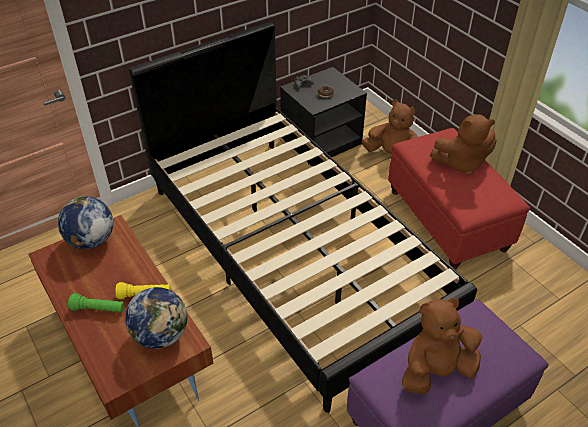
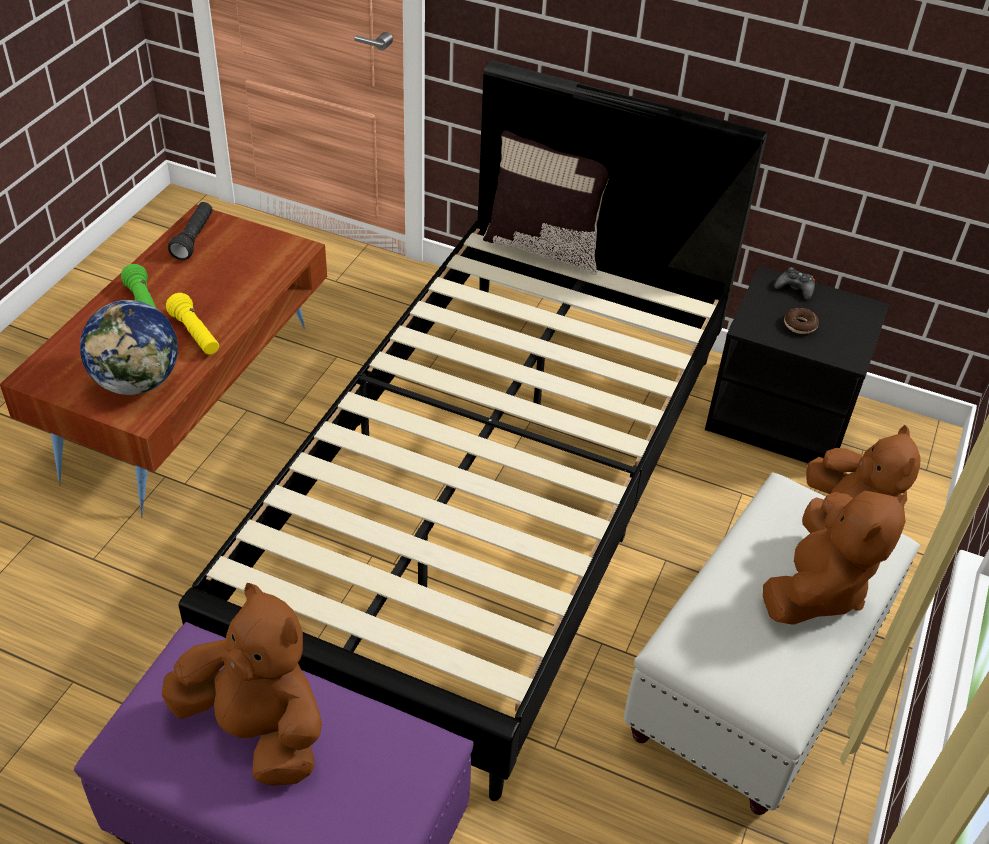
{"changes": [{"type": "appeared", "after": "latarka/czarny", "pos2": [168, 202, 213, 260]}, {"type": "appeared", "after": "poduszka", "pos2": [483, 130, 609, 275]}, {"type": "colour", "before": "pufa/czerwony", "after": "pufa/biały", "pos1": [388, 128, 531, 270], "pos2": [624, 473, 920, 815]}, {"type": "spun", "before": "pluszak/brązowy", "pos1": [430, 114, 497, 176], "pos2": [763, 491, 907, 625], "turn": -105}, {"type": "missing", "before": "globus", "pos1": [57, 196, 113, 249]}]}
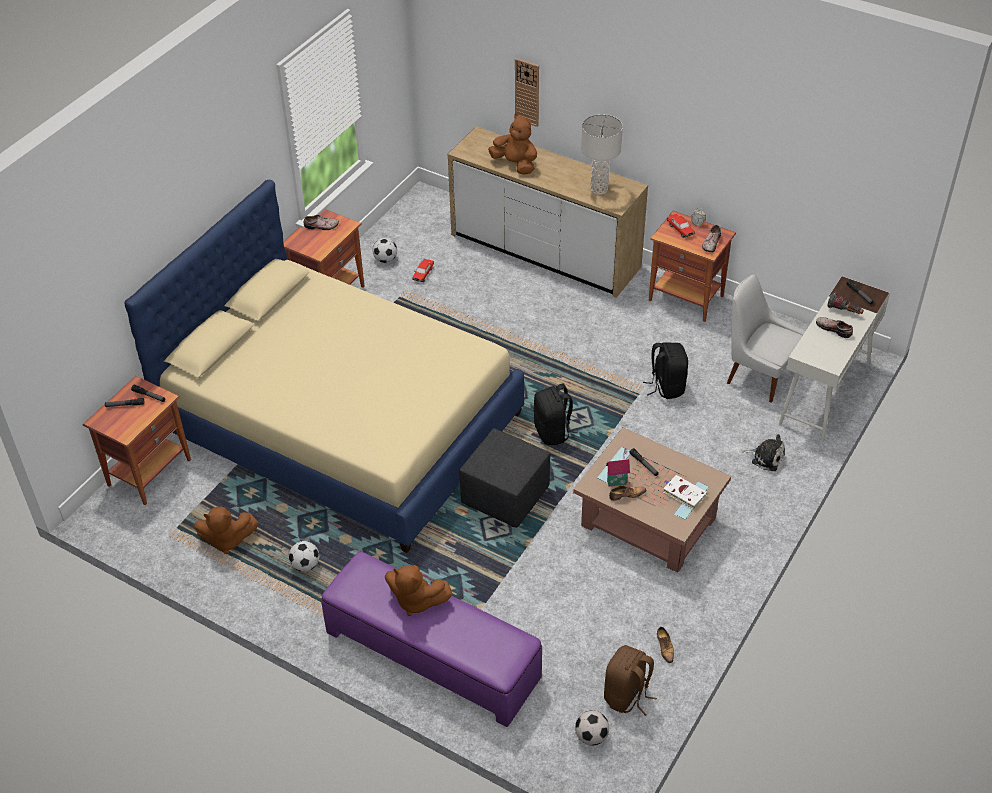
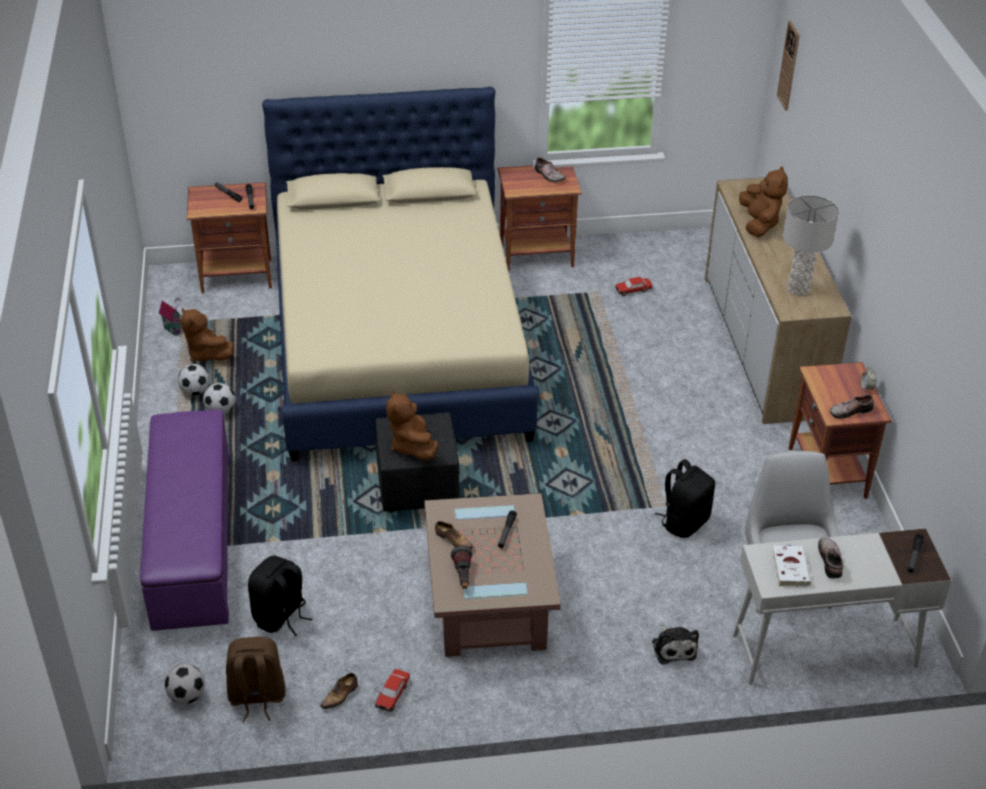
{"changes": [{"type": "relocated", "before": "domek", "pos1": [606, 448, 630, 486], "pos2": [159, 298, 182, 336]}, {"type": "relocated", "before": "piłka futbolowa", "pos1": [372, 238, 397, 263], "pos2": [178, 364, 210, 395]}, {"type": "relocated", "before": "plecak/czarny", "pos1": [533, 384, 578, 445], "pos2": [248, 556, 313, 636]}, {"type": "relocated", "before": "samochodzik", "pos1": [667, 214, 695, 238], "pos2": [375, 669, 410, 712]}, {"type": "relocated", "before": "pluszak/brązowy", "pos1": [385, 565, 452, 616], "pos2": [386, 390, 439, 460]}, {"type": "relocated", "before": "latarka", "pos1": [827, 292, 864, 314], "pos2": [450, 546, 473, 589]}, {"type": "relocated", "before": "książka/biały", "pos1": [663, 475, 707, 510], "pos2": [772, 545, 811, 587]}, {"type": "relocated", "before": "zegar ścienny", "pos1": [515, 58, 539, 127], "pos2": [777, 21, 800, 111]}]}
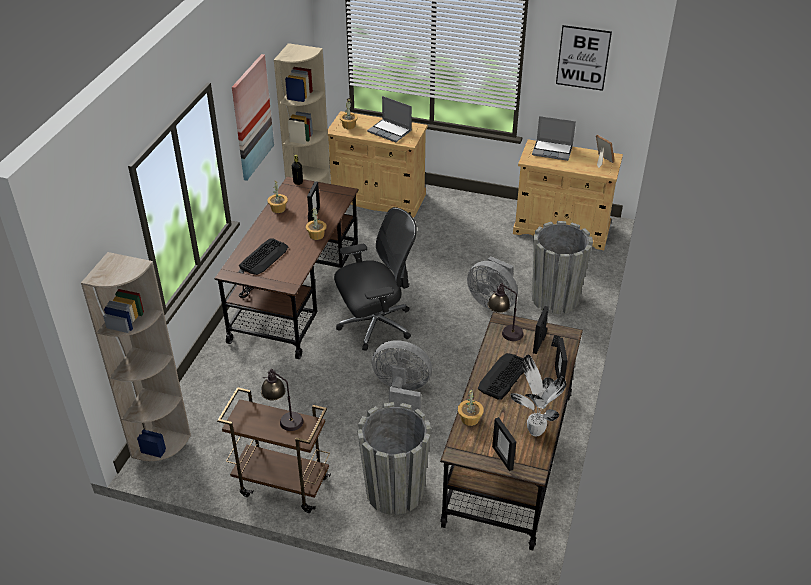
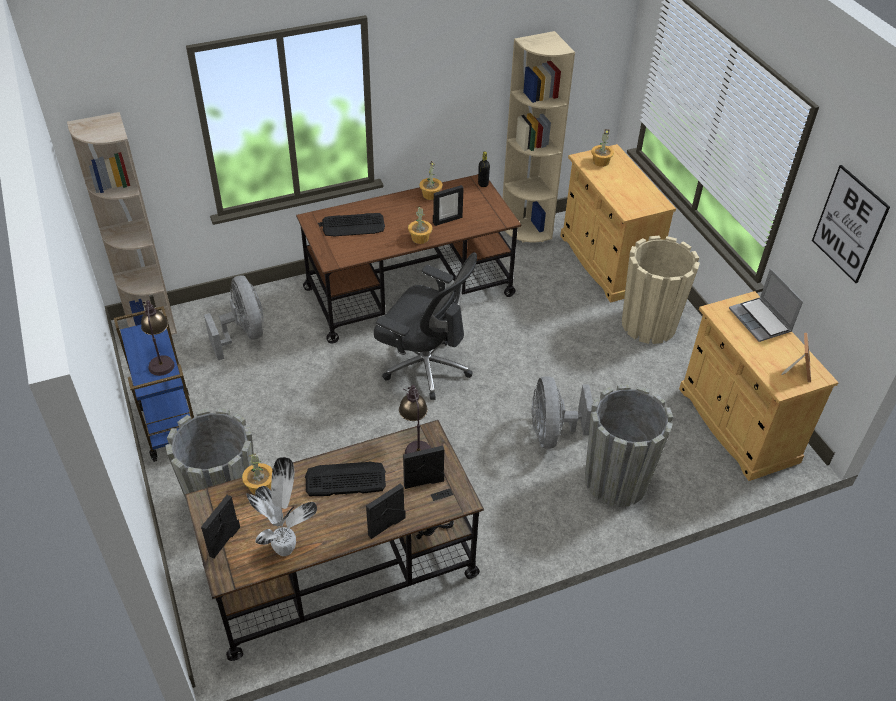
{"changes": [{"type": "colour", "before": "wózek/brązowy", "after": "wózek/niebieski", "pos1": [217, 387, 331, 513], "pos2": [114, 306, 194, 462]}, {"type": "relocated", "before": "wentylator/szary", "pos1": [372, 340, 432, 411], "pos2": [204, 276, 264, 360]}, {"type": "appeared", "after": "donica/beżowy", "pos2": [622, 236, 700, 344]}, {"type": "missing", "before": "obraz", "pos1": [232, 54, 274, 181]}, {"type": "missing", "before": "laptop", "pos1": [367, 96, 412, 142]}]}
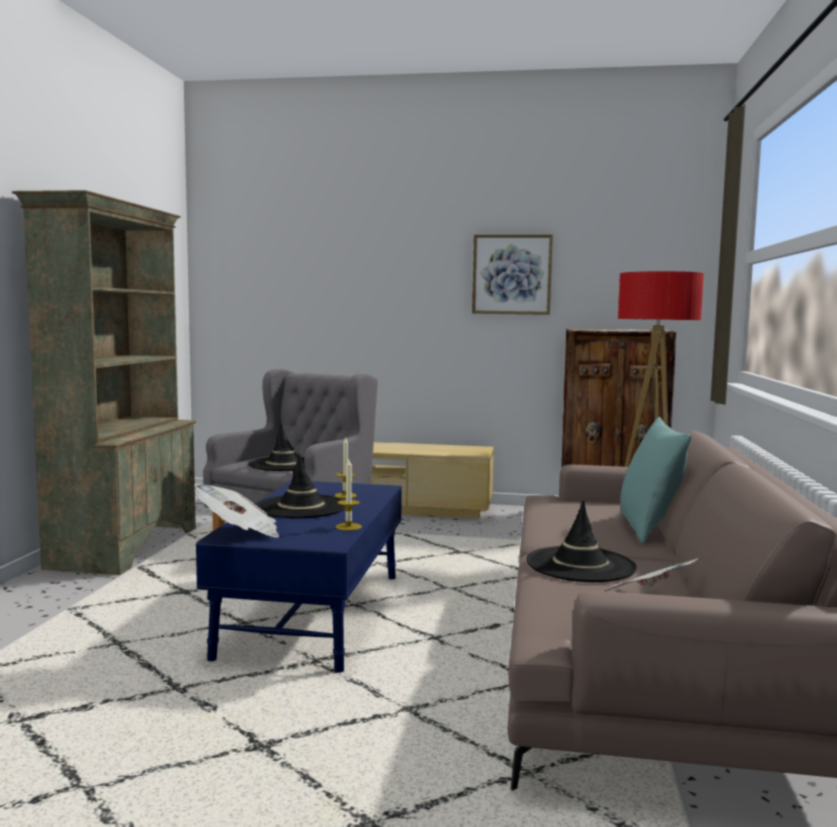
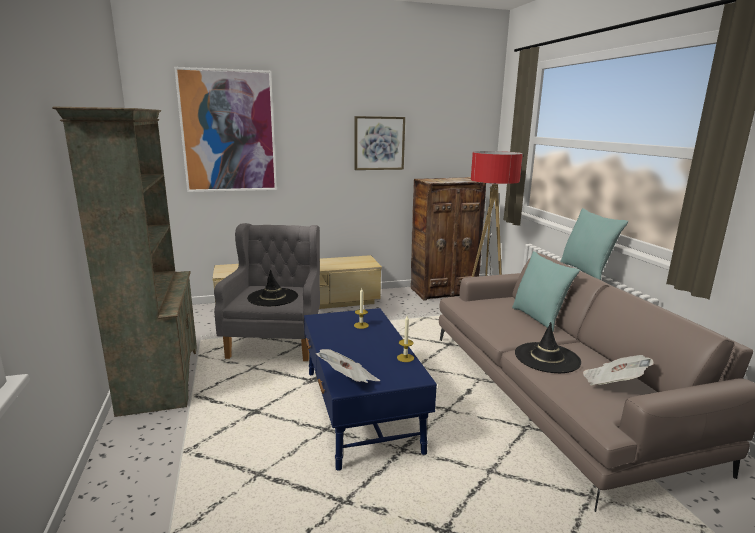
{"changes": [{"type": "appeared", "after": "obraz", "pos2": [174, 67, 277, 192]}, {"type": "appeared", "after": "poduszka/turkusowy", "pos2": [560, 208, 628, 280]}, {"type": "missing", "before": "kapelusz/czarny", "pos1": [256, 453, 345, 518]}]}
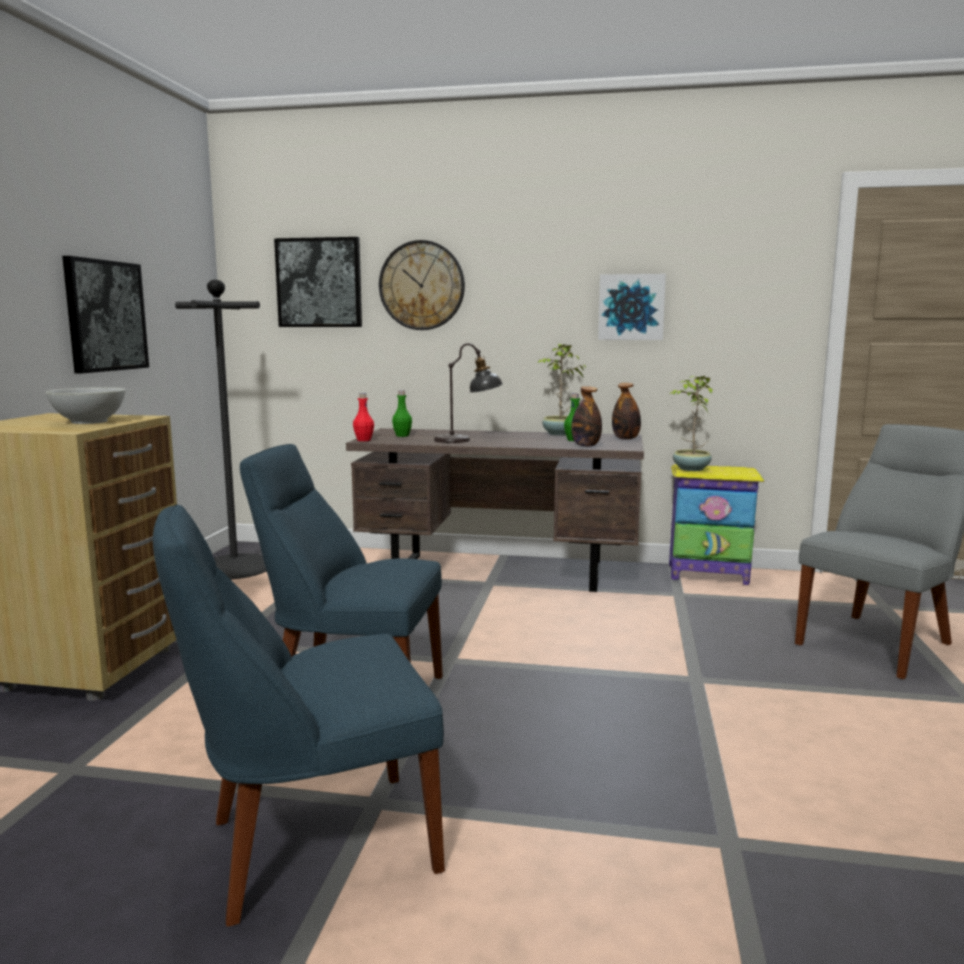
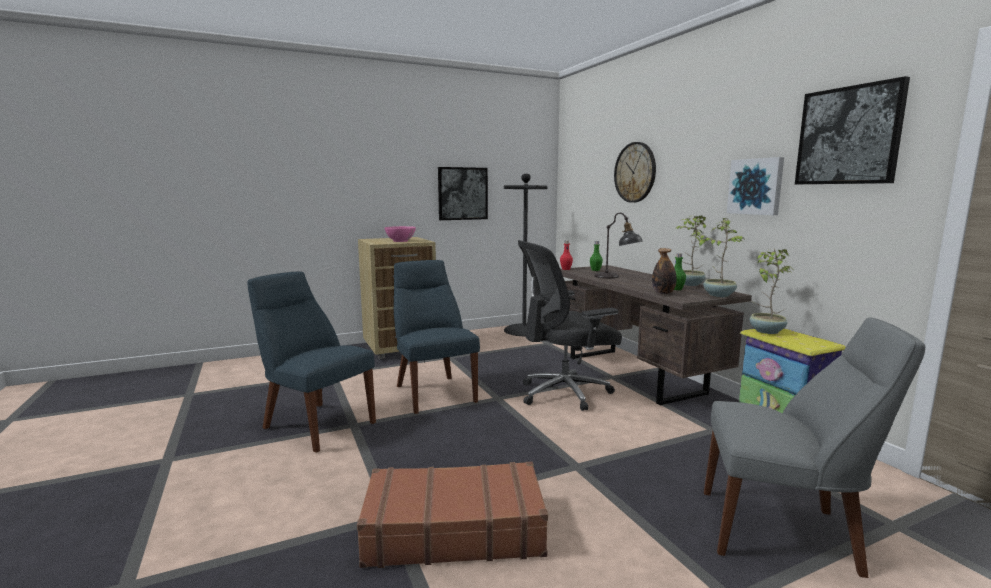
{"changes": [{"type": "appeared", "after": "walizka/brązowy", "pos2": [357, 461, 548, 568]}, {"type": "colour", "before": "miska/biały", "after": "miska/różowy", "pos1": [46, 387, 125, 424], "pos2": [384, 226, 416, 242]}, {"type": "appeared", "after": "krzesło biurowe", "pos2": [518, 240, 622, 411]}, {"type": "exchanged", "before": "butelka", "after": "roślina doniczkowa", "pos1": [612, 383, 641, 440], "pos2": [697, 218, 743, 297]}, {"type": "relocated", "before": "obraz", "pos1": [274, 237, 362, 327], "pos2": [795, 76, 910, 184]}]}
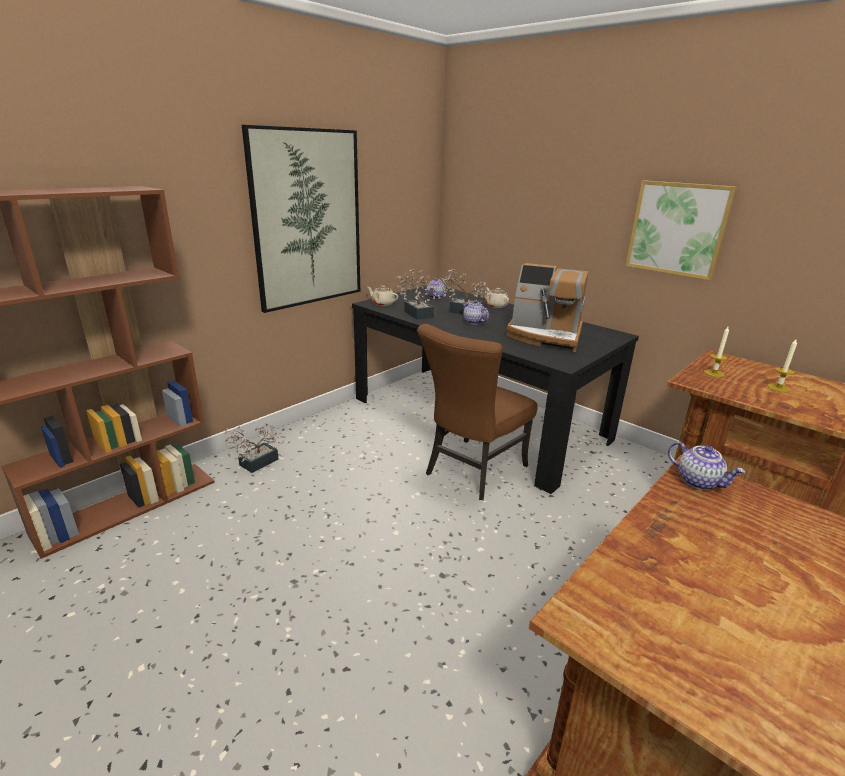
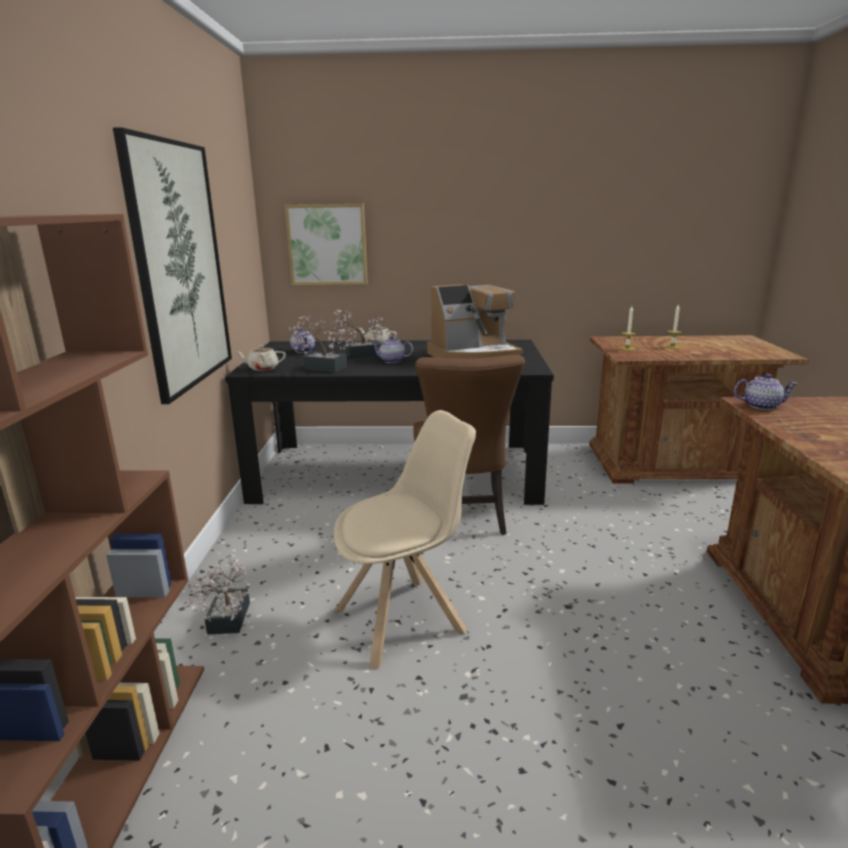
{"changes": [{"type": "relocated", "before": "obraz", "pos1": [625, 180, 737, 280], "pos2": [285, 204, 368, 285]}, {"type": "appeared", "after": "krzesło/beżowy", "pos2": [334, 410, 476, 669]}]}
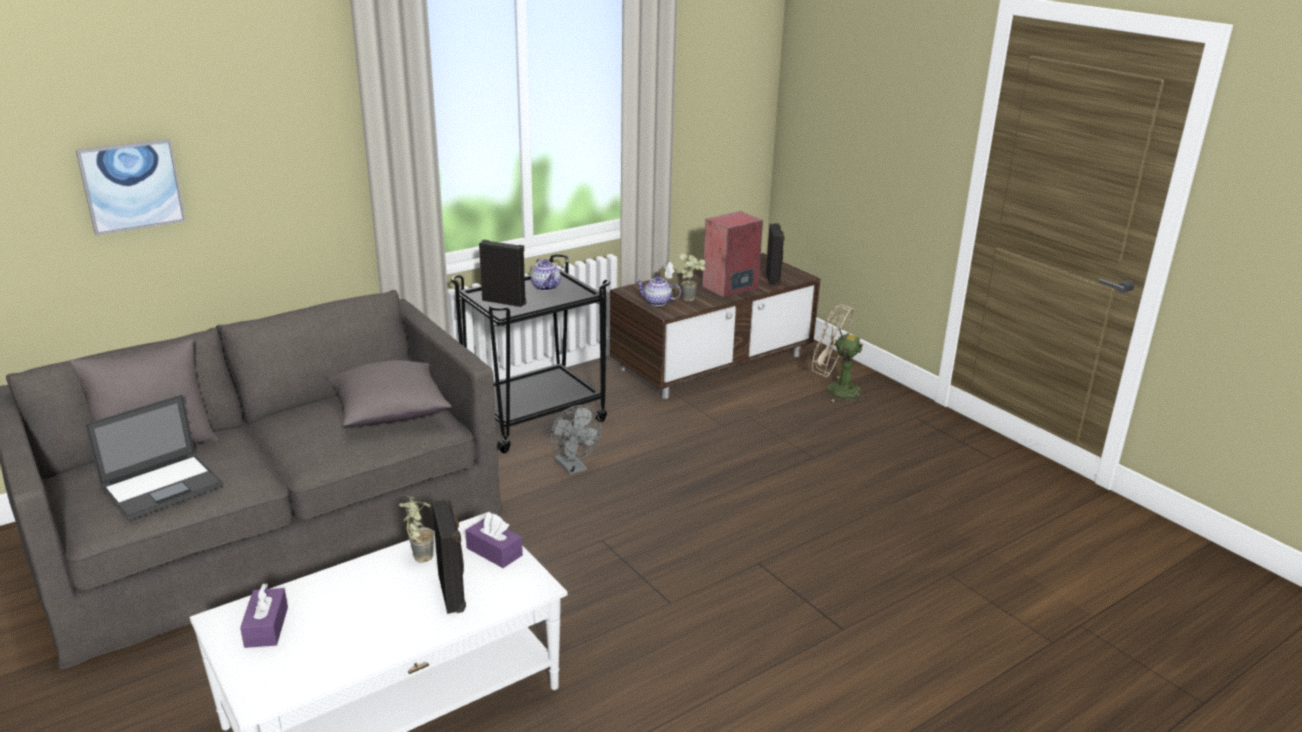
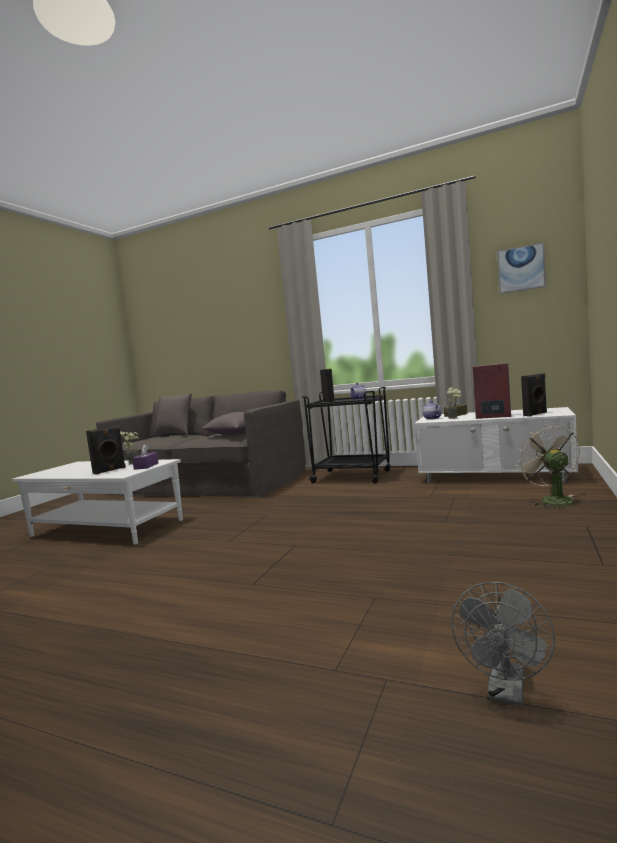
{"changes": [{"type": "colour", "before": "szafka pod telewizor/brązowy", "after": "szafka pod telewizor/biały", "pos1": [610, 253, 821, 399], "pos2": [414, 407, 578, 483]}, {"type": "relocated", "before": "wentylator/szary", "pos1": [551, 405, 601, 475], "pos2": [451, 582, 555, 706]}, {"type": "relocated", "before": "obraz", "pos1": [76, 139, 186, 235], "pos2": [497, 242, 546, 294]}, {"type": "missing", "before": "laptop", "pos1": [85, 394, 224, 521]}, {"type": "missing", "before": "pudełko chusteczek/fioletowy", "pos1": [240, 583, 288, 648]}]}
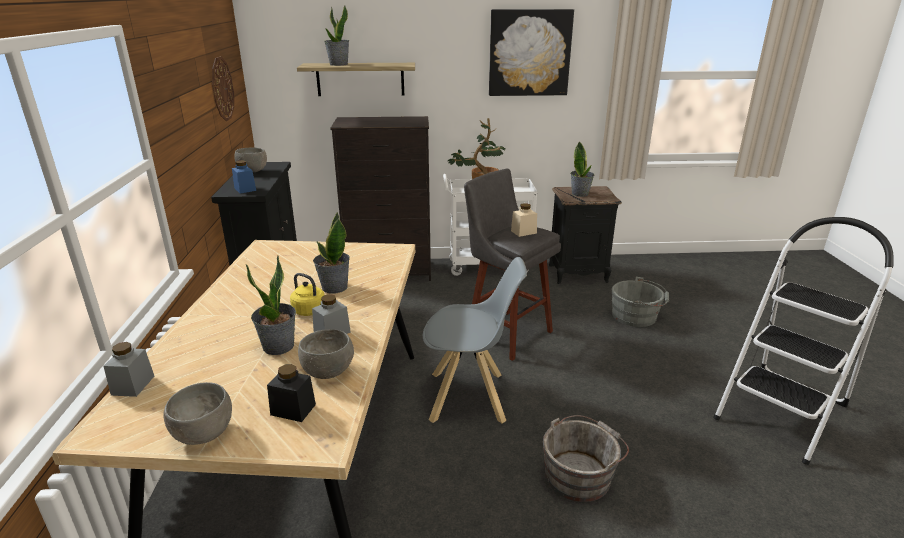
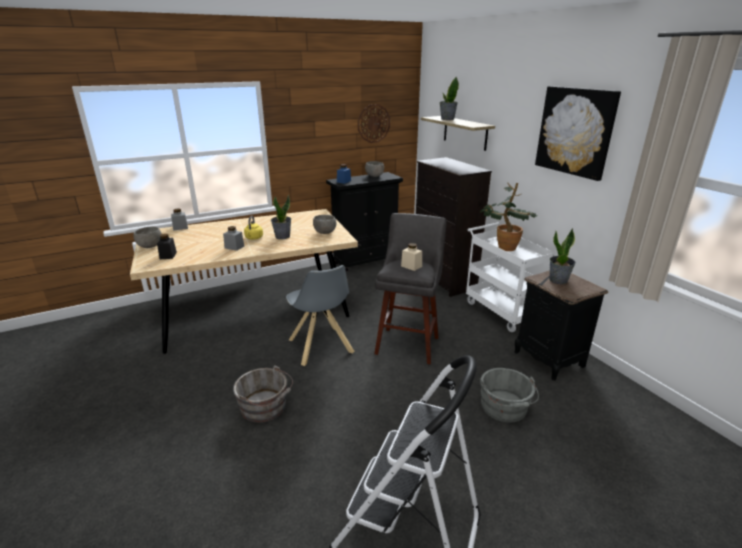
{"changes": [{"type": "relocated", "before": "miska/szary", "pos1": [298, 329, 354, 379], "pos2": [313, 215, 336, 234]}, {"type": "missing", "before": "roślina doniczkowa", "pos1": [246, 256, 296, 355]}]}
